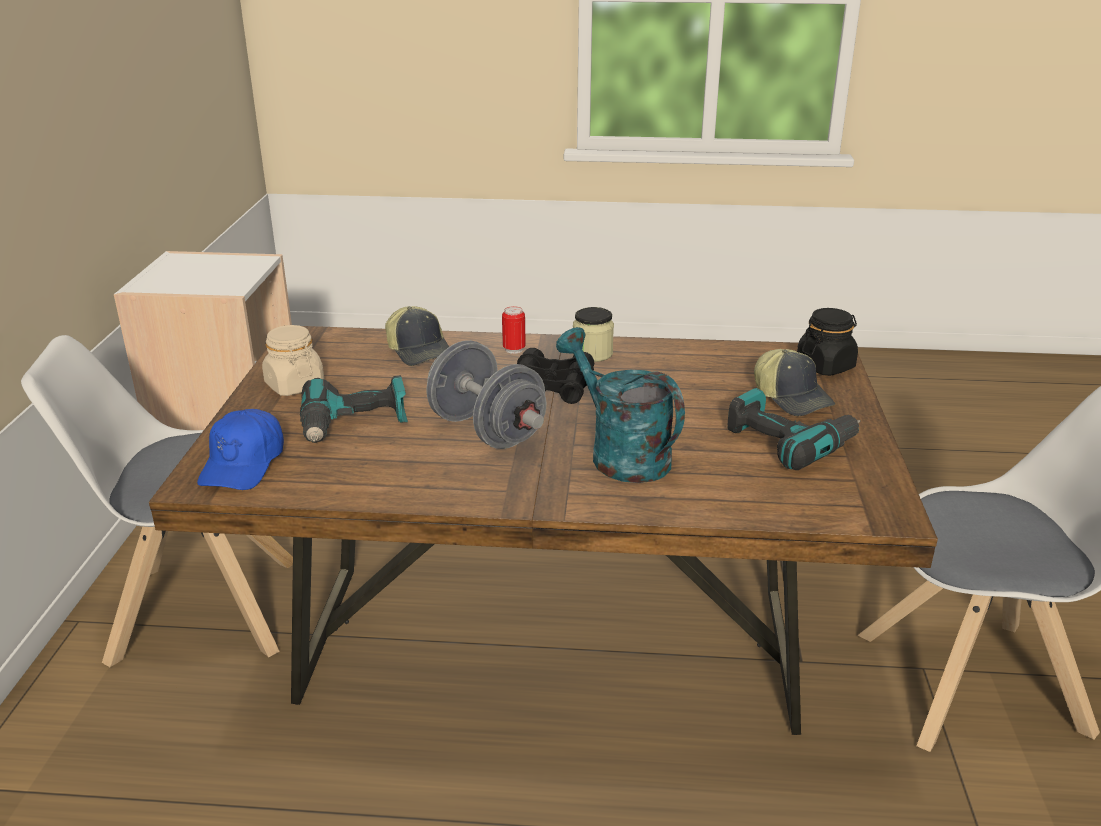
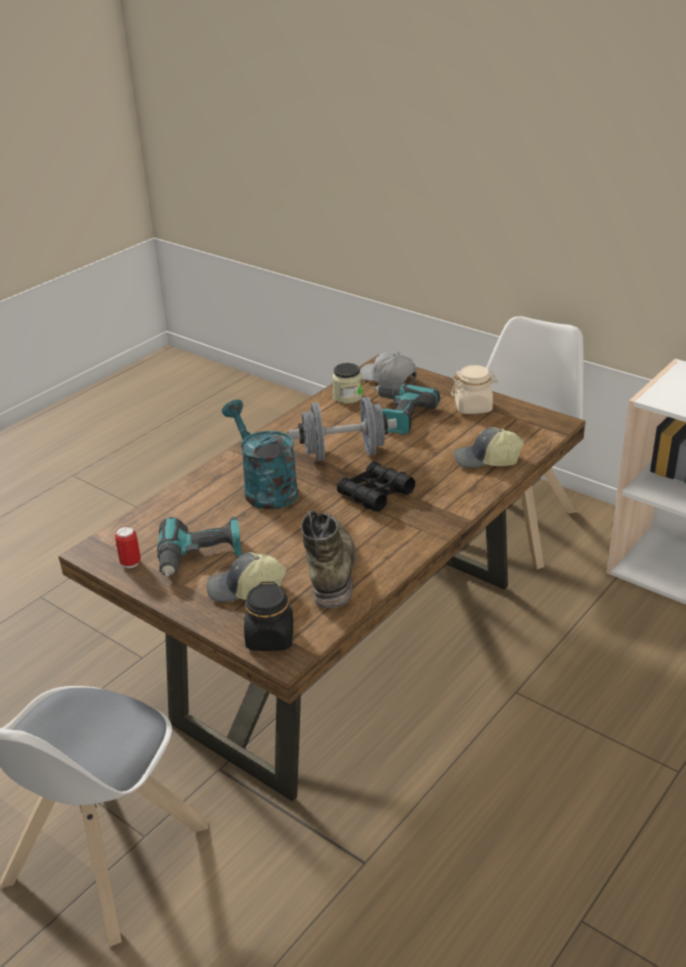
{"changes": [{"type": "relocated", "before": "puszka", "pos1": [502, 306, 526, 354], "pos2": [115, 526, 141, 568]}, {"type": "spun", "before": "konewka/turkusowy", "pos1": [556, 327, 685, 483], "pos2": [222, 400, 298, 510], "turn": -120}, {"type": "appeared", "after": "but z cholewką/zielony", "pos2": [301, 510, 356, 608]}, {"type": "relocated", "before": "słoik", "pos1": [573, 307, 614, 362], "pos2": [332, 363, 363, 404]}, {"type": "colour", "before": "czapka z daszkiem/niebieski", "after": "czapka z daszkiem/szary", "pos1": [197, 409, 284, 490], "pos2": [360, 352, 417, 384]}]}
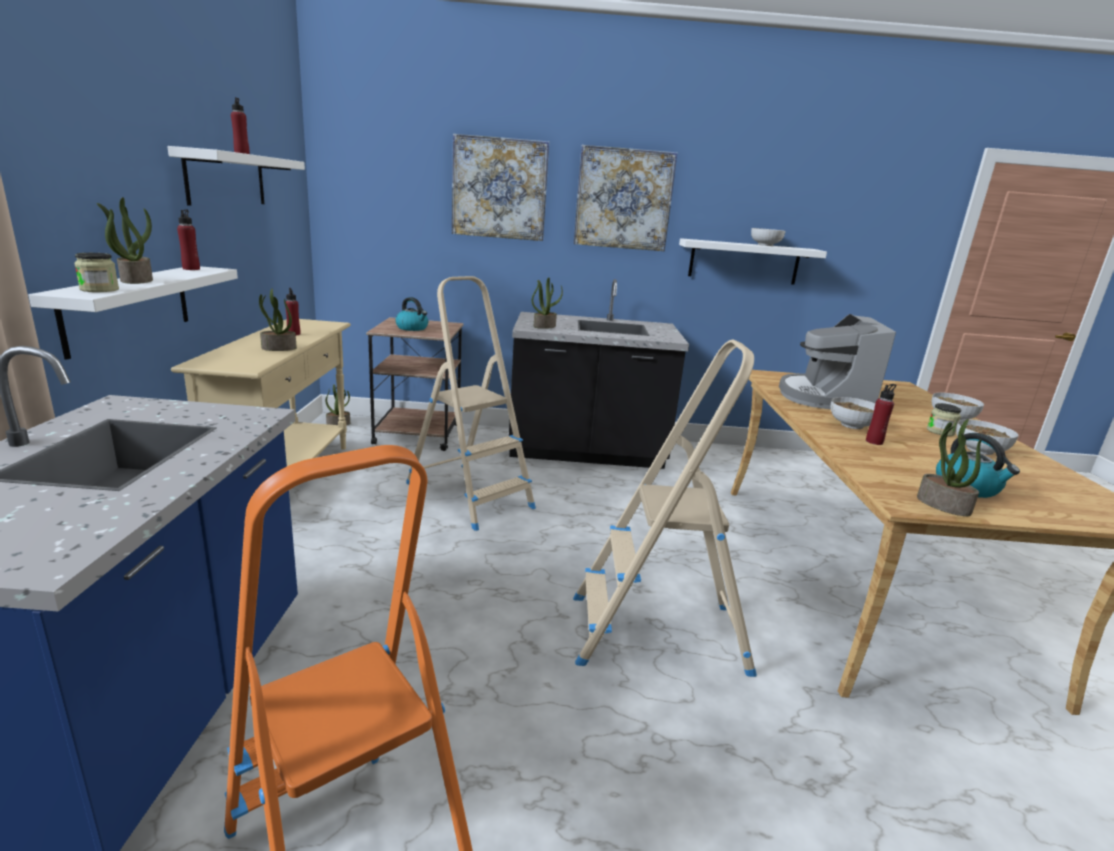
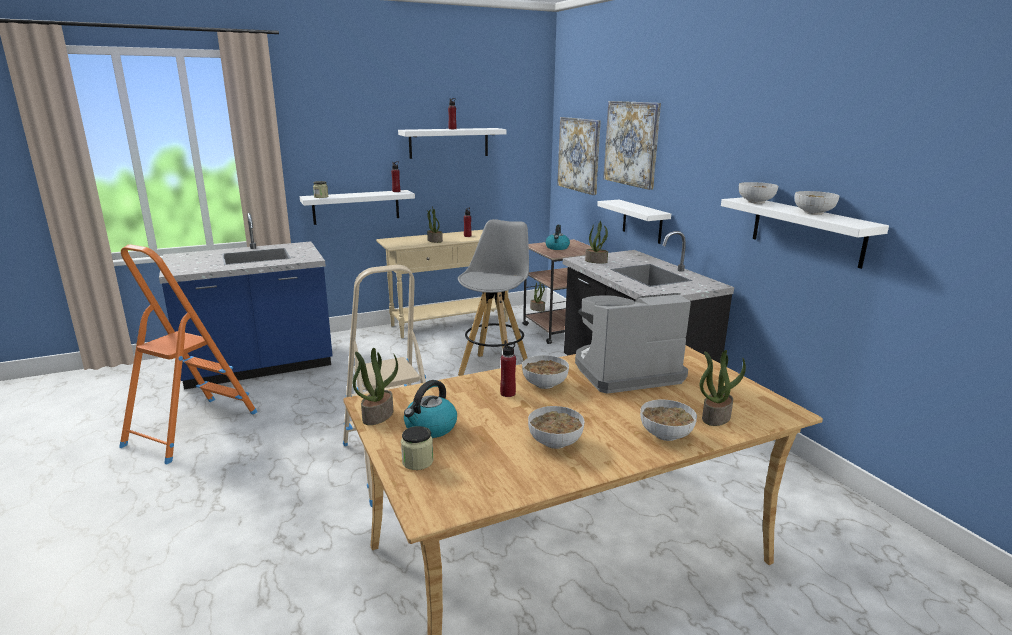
{"changes": [{"type": "relocated", "before": "słoik", "pos1": [927, 403, 961, 436], "pos2": [401, 426, 434, 470]}, {"type": "exchanged", "before": "drabinka/beżowy", "after": "stołek/szary", "pos1": [406, 276, 536, 531], "pos2": [458, 219, 529, 376]}, {"type": "relocated", "before": "obraz", "pos1": [574, 145, 677, 251], "pos2": [557, 117, 601, 195]}, {"type": "appeared", "after": "półka/biały", "pos2": [597, 200, 671, 244]}, {"type": "relocated", "before": "roślina doniczkowa", "pos1": [97, 197, 153, 284], "pos2": [700, 350, 746, 426]}, {"type": "appeared", "after": "miska", "pos2": [739, 182, 778, 204]}]}
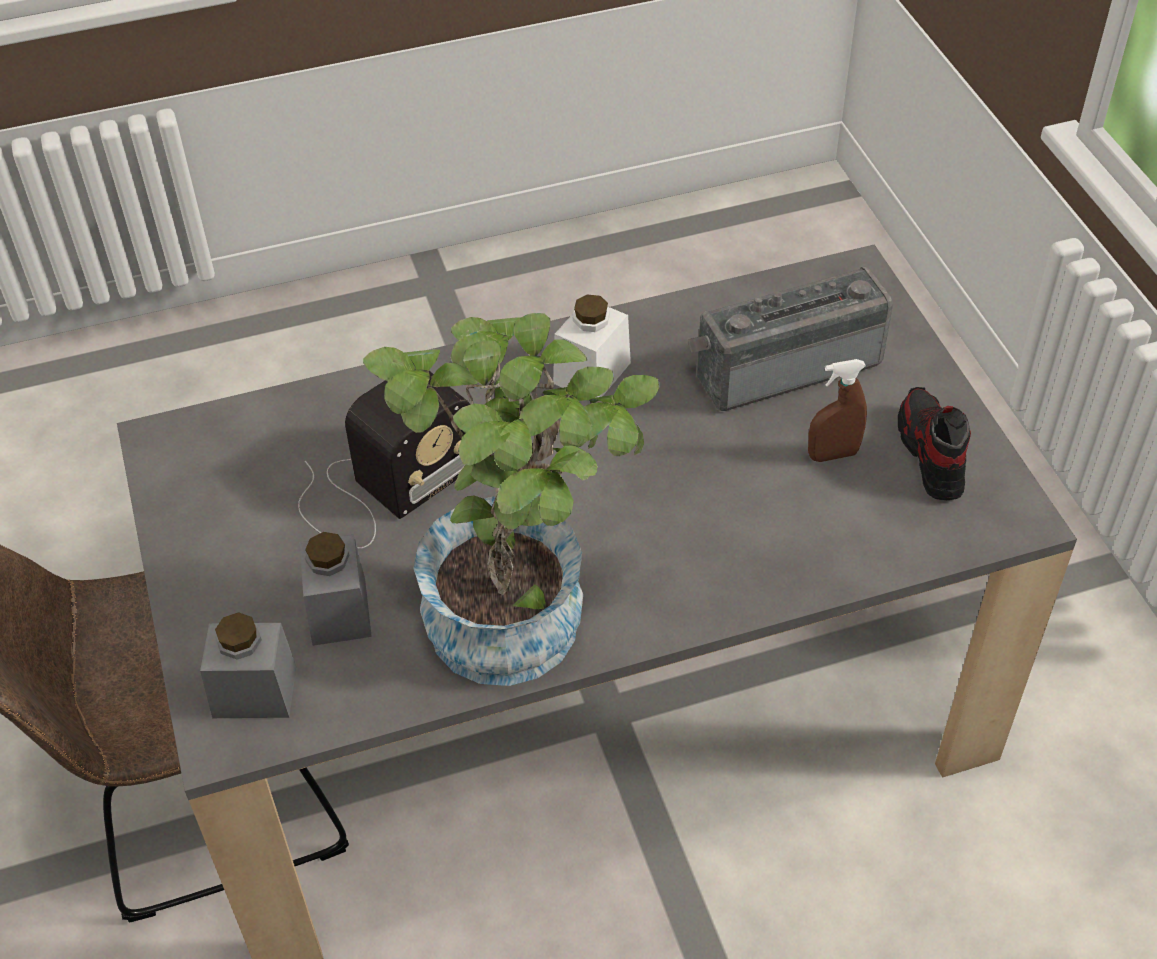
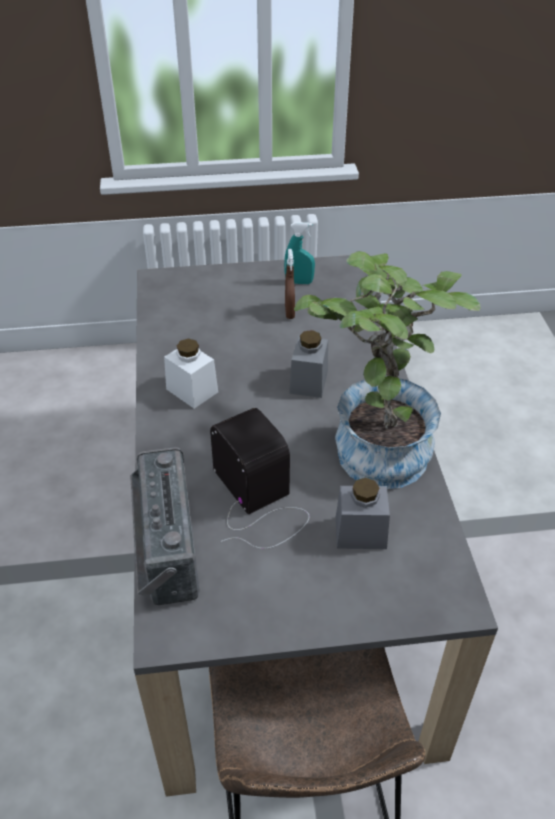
{"changes": [{"type": "relocated", "before": "radio", "pos1": [688, 267, 893, 411], "pos2": [130, 447, 200, 605]}, {"type": "exchanged", "before": "but", "after": "spryskiwacz/turkusowy", "pos1": [898, 387, 971, 500], "pos2": [284, 222, 315, 284]}, {"type": "relocated", "before": "słoik/szary", "pos1": [200, 612, 296, 718], "pos2": [289, 330, 328, 398]}]}
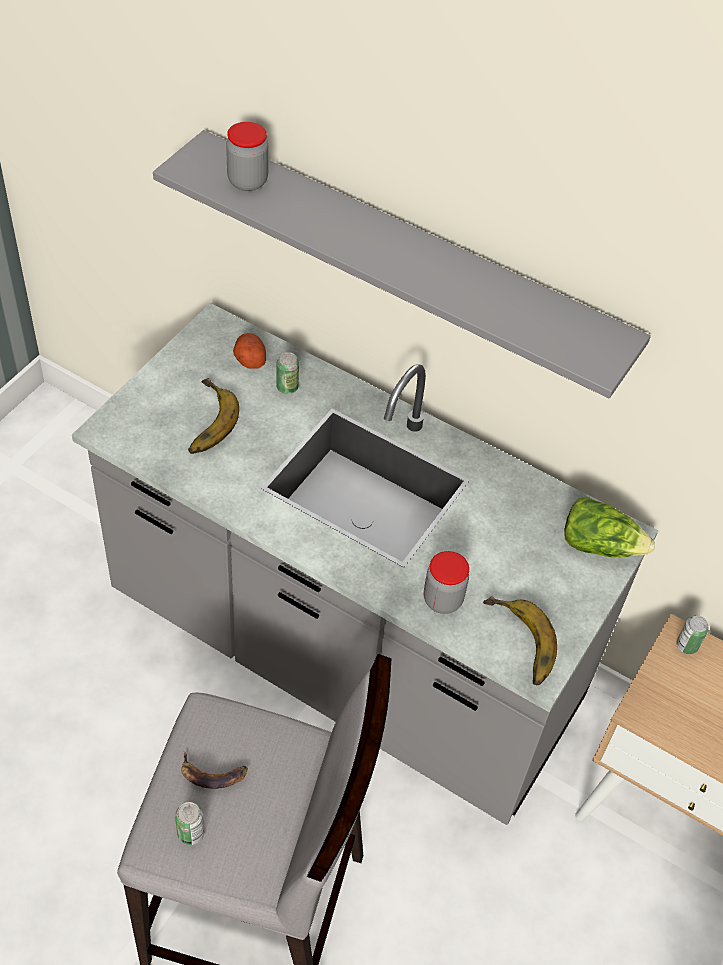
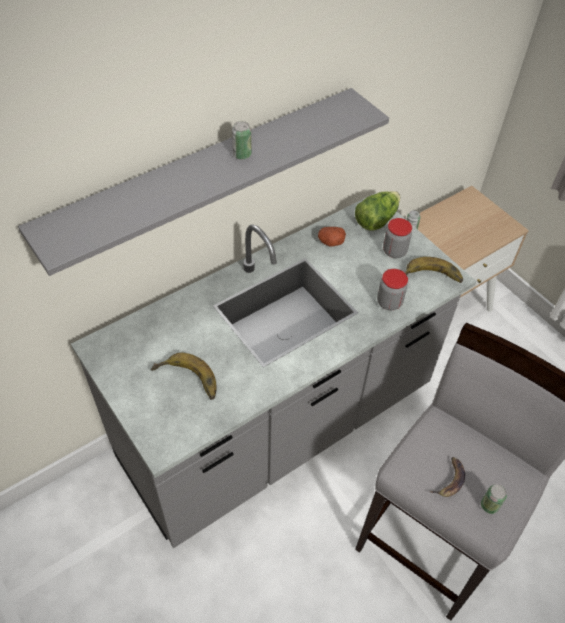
{"changes": [{"type": "relocated", "before": "puszka", "pos1": [276, 352, 299, 394], "pos2": [232, 121, 251, 160]}, {"type": "relocated", "before": "ziemniak", "pos1": [233, 333, 266, 368], "pos2": [318, 227, 346, 247]}, {"type": "relocated", "before": "słoik", "pos1": [226, 122, 268, 191], "pos2": [383, 218, 412, 258]}]}
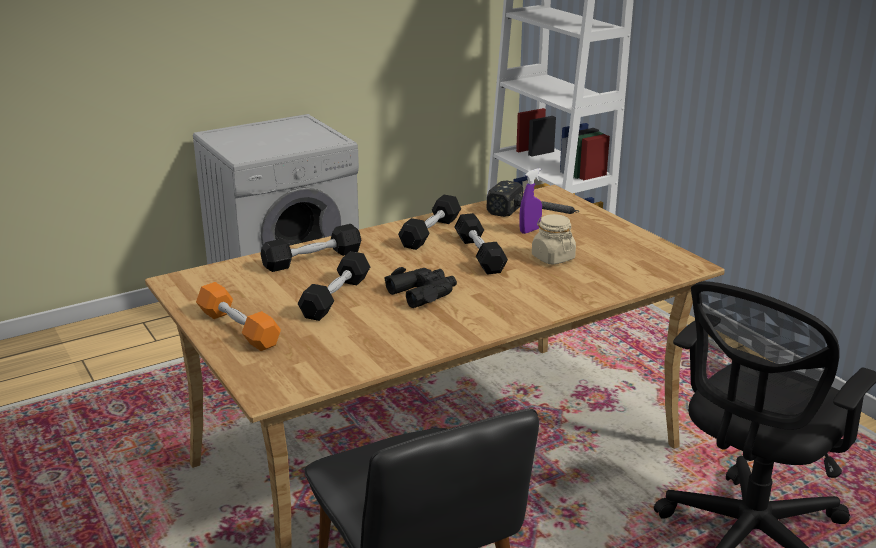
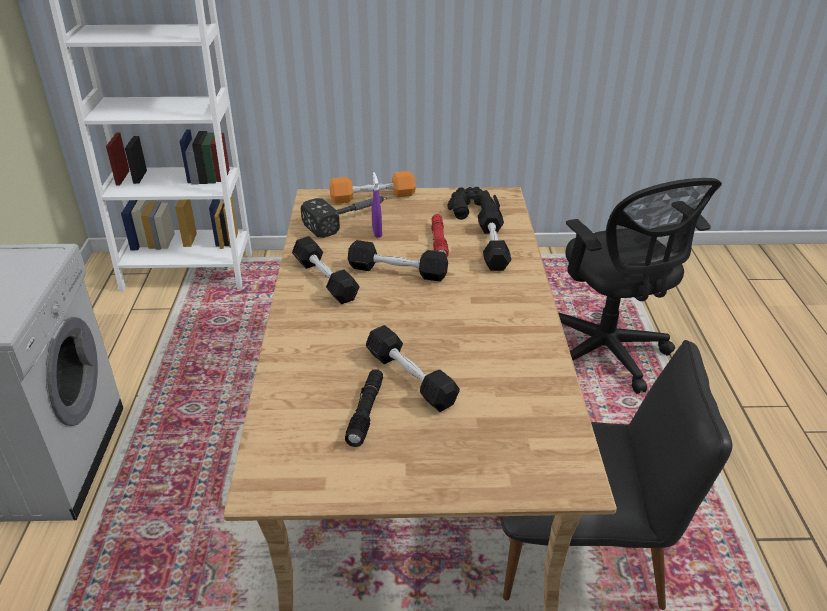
{"changes": [{"type": "relocated", "before": "hantel/pomarańczowy", "pos1": [196, 282, 281, 351], "pos2": [330, 171, 416, 204]}, {"type": "appeared", "after": "latarka/czarny", "pos2": [345, 369, 383, 447]}, {"type": "exchanged", "before": "słoik/beżowy", "after": "latarka/czerwony", "pos1": [532, 214, 576, 265], "pos2": [431, 214, 449, 257]}, {"type": "relocated", "before": "lornetka/czarny", "pos1": [384, 267, 457, 308], "pos2": [447, 187, 500, 220]}, {"type": "relocated", "before": "hantel/czarny", "pos1": [260, 224, 361, 272], "pos2": [478, 205, 512, 271]}]}
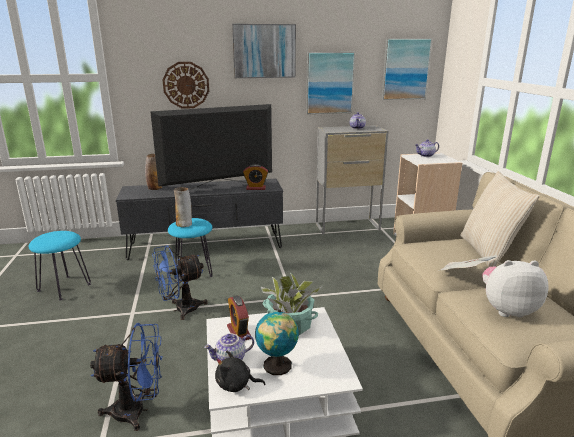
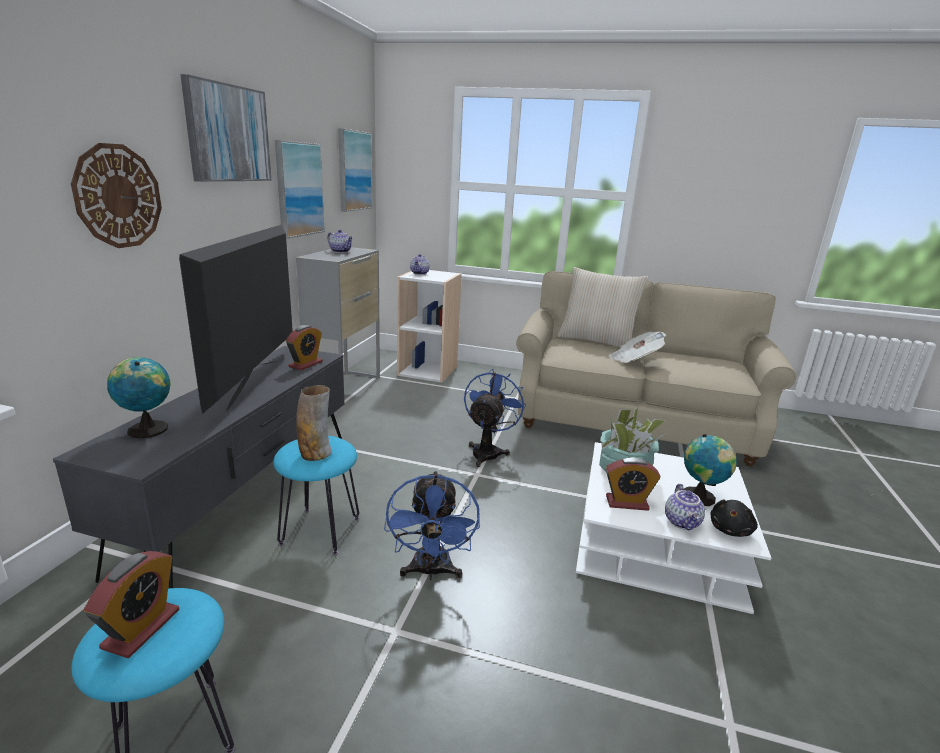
{"changes": [{"type": "appeared", "after": "budzik", "pos2": [84, 551, 179, 658]}, {"type": "exchanged", "before": "wazon", "after": "globus", "pos1": [145, 154, 162, 190], "pos2": [107, 357, 171, 438]}, {"type": "relocated", "before": "wentylator/niebieski", "pos1": [90, 323, 163, 431], "pos2": [464, 369, 526, 467]}, {"type": "missing", "before": "pluszak", "pos1": [483, 260, 549, 317]}]}
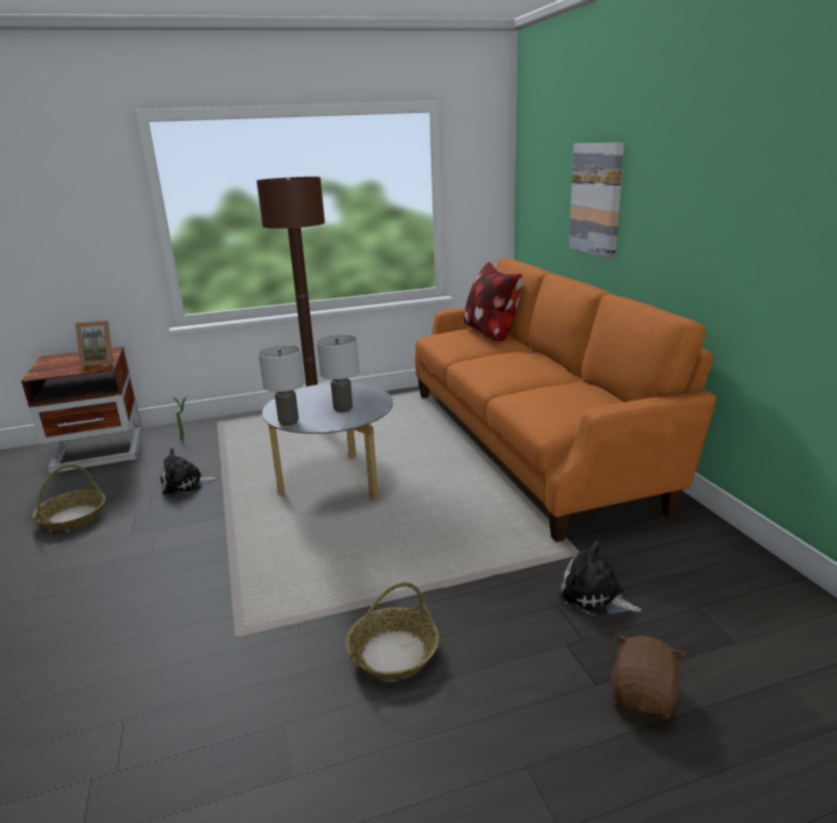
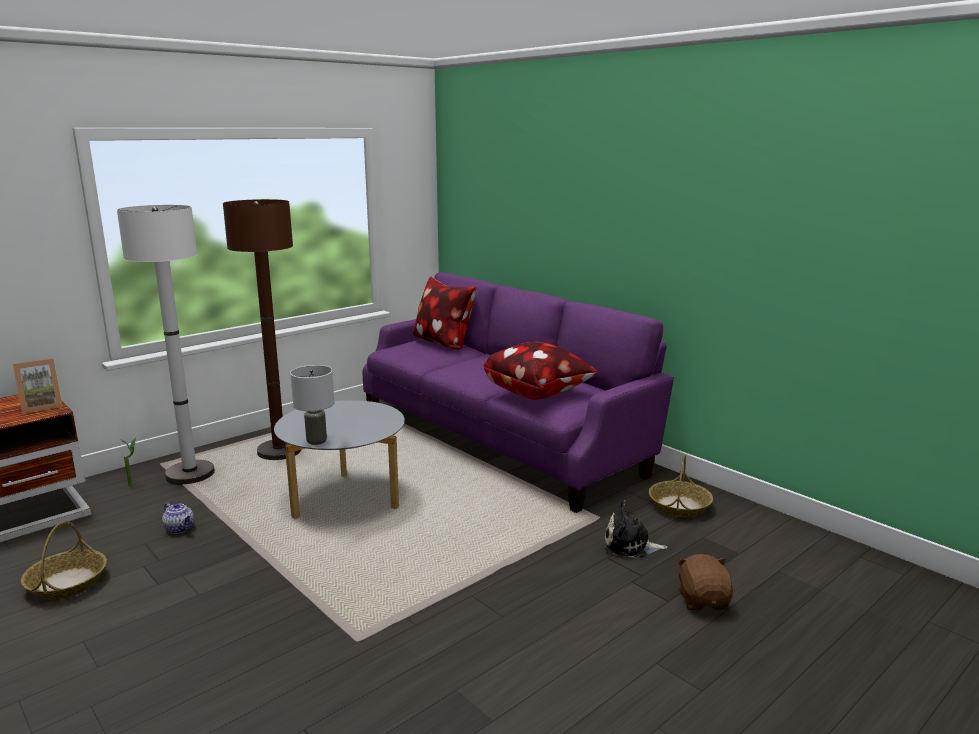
{"changes": [{"type": "appeared", "after": "lampa stojąca/biały", "pos2": [117, 205, 215, 485]}, {"type": "exchanged", "before": "pluszak", "after": "imbryk", "pos1": [161, 448, 219, 496], "pos2": [162, 503, 194, 534]}, {"type": "colour", "before": "kanapa/pomarańczowy", "after": "kanapa/fioletowy", "pos1": [415, 258, 716, 542], "pos2": [363, 272, 674, 513]}, {"type": "appeared", "after": "poduszka", "pos2": [483, 342, 598, 400]}, {"type": "relocated", "before": "koszyk", "pos1": [346, 582, 439, 680], "pos2": [649, 455, 713, 517]}, {"type": "missing", "before": "lampa stołowa/biały", "pos1": [317, 334, 359, 412]}, {"type": "missing", "before": "obraz", "pos1": [569, 142, 624, 259]}]}
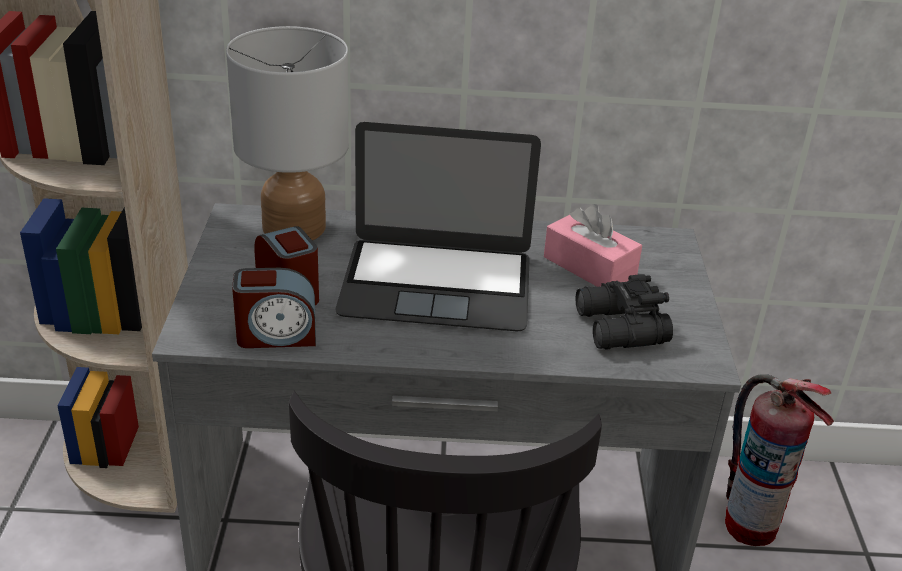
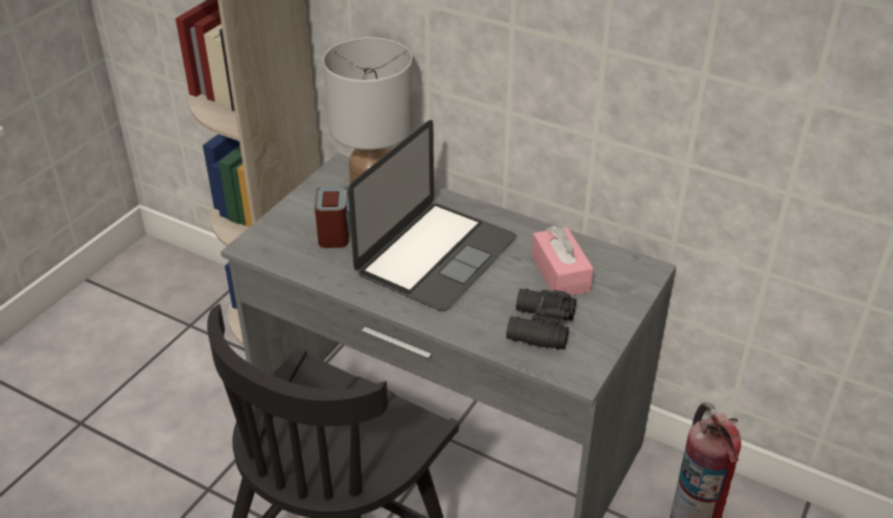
{"changes": [{"type": "spun", "before": "laptop", "pos1": [335, 122, 541, 331], "pos2": [348, 120, 517, 311], "turn": -90}, {"type": "missing", "before": "budzik", "pos1": [232, 268, 316, 348]}]}
